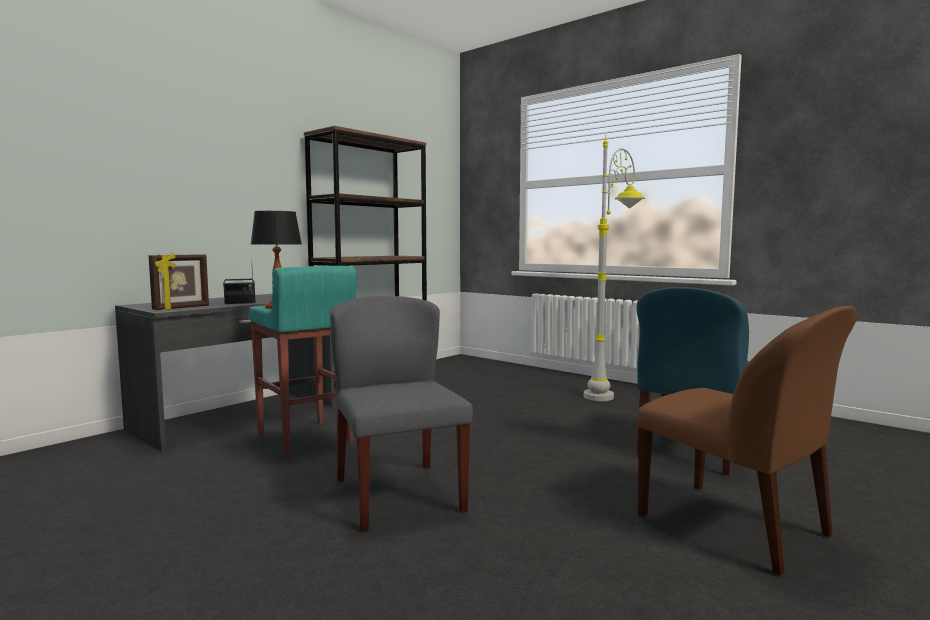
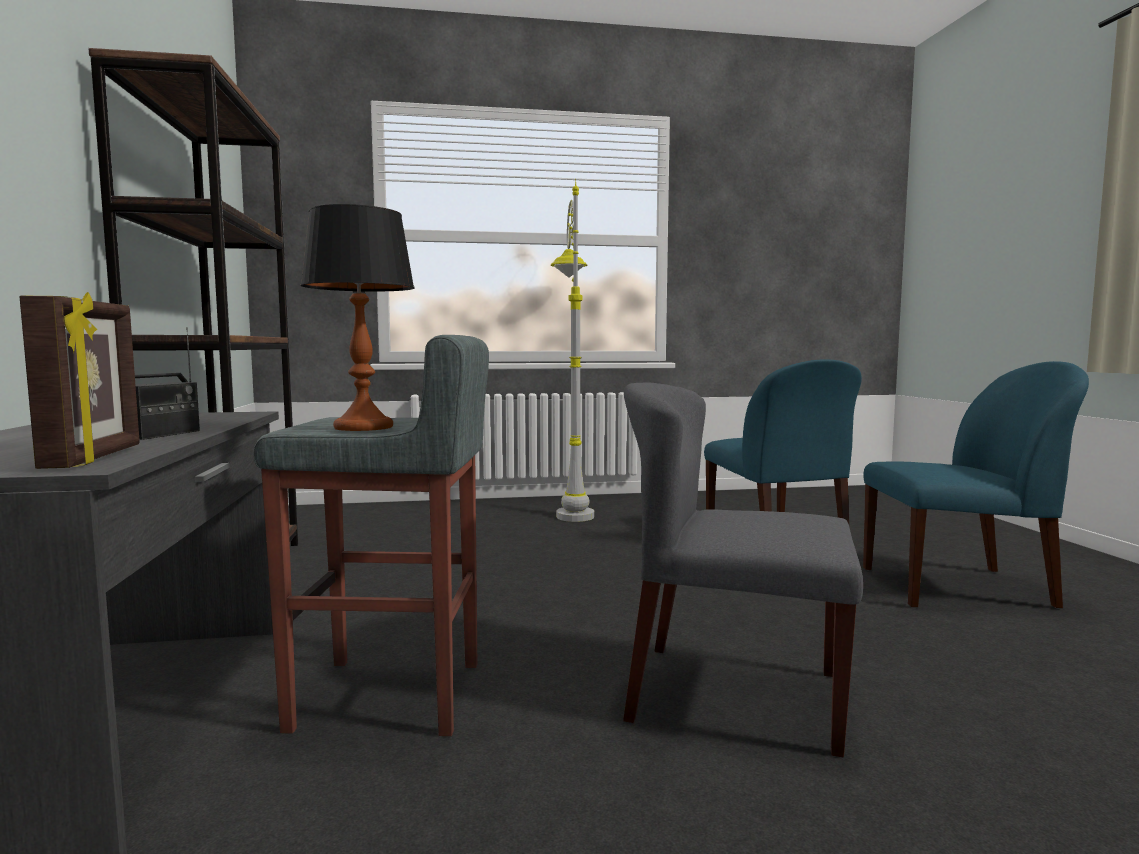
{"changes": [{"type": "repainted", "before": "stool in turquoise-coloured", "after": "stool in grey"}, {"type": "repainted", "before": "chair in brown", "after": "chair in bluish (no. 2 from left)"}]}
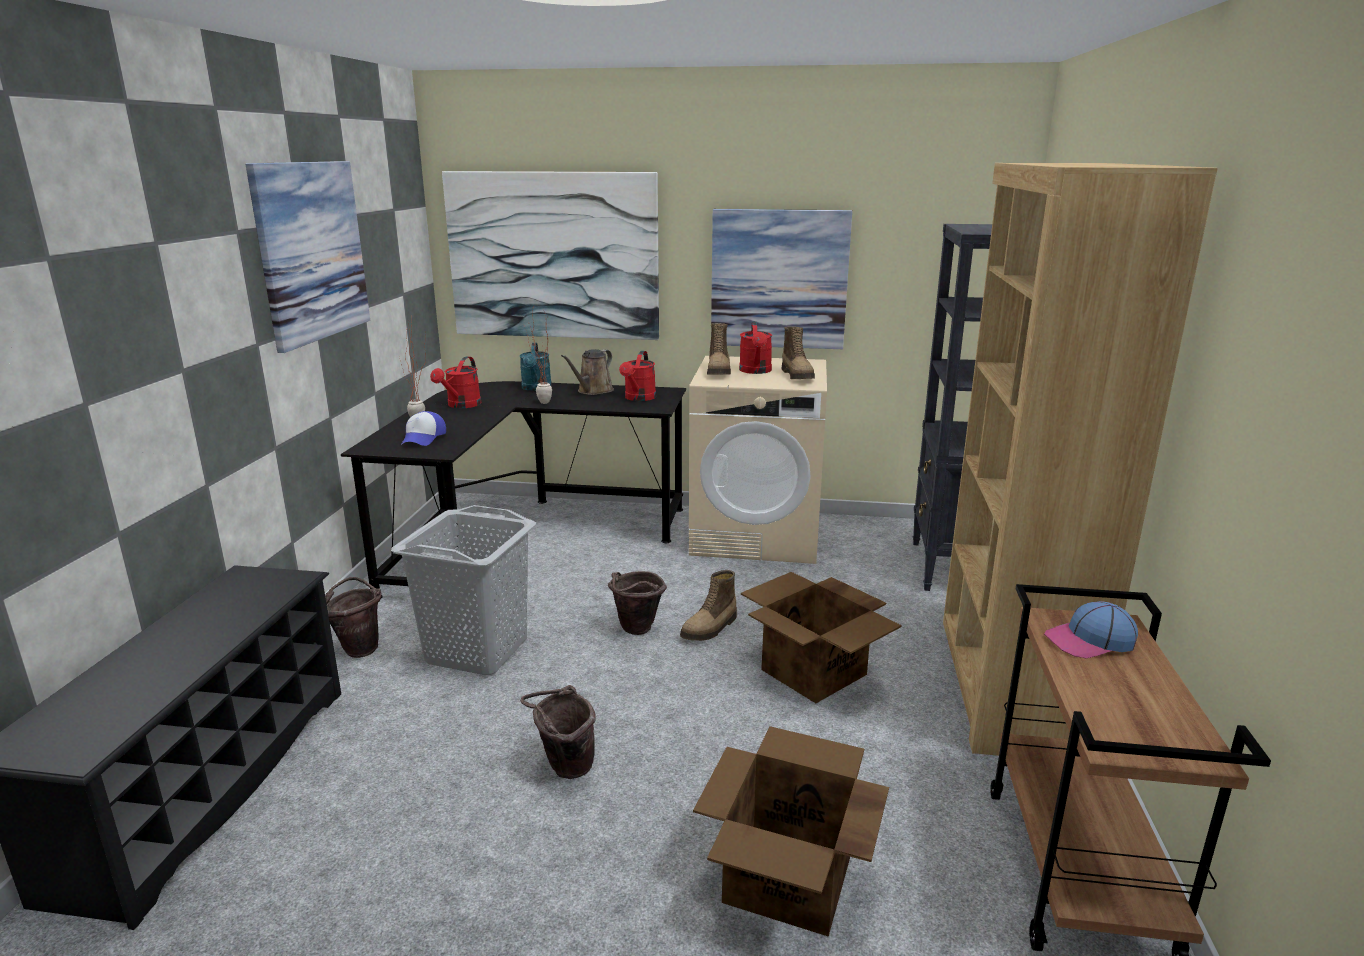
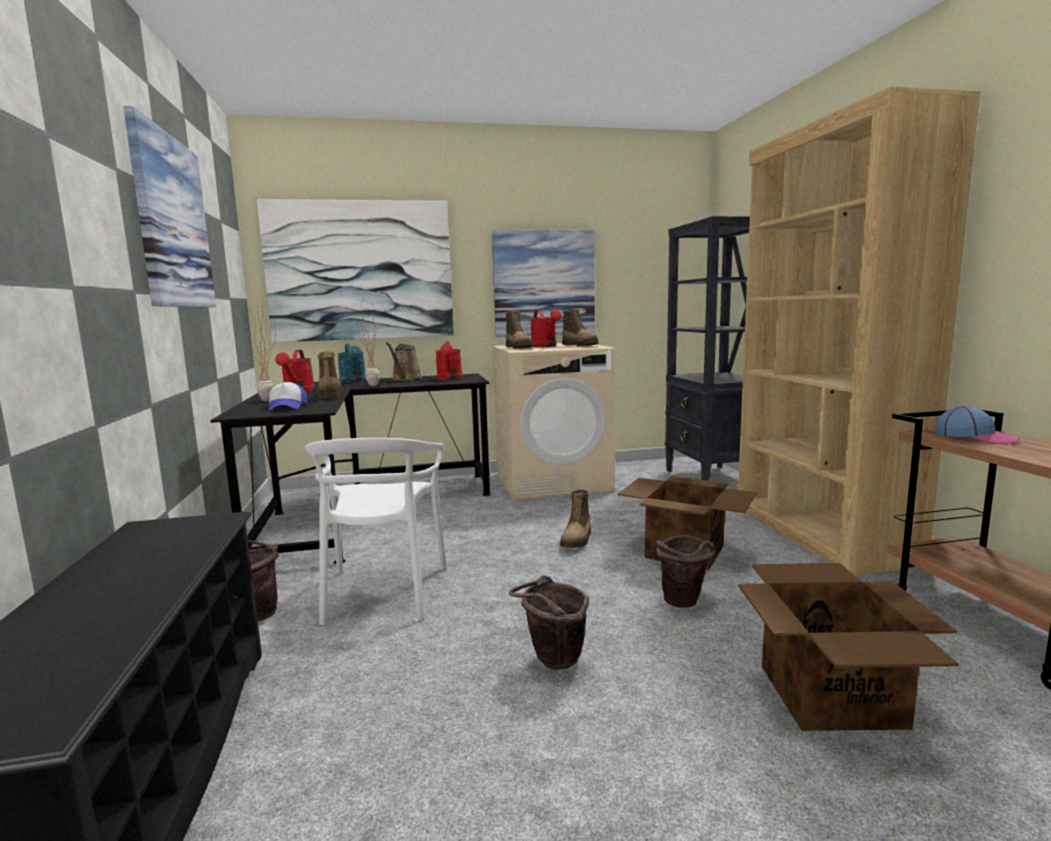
{"changes": [{"type": "swapped", "before": "hamper in grey", "after": "chair in white"}, {"type": "new", "after": "boot (no. 1 from left)"}, {"type": "shifted", "before": "water bucket in brown (no. 3 from left)"}, {"type": "rotated", "before": "peaked cap (no. 2 from left)", "turn": -105}]}
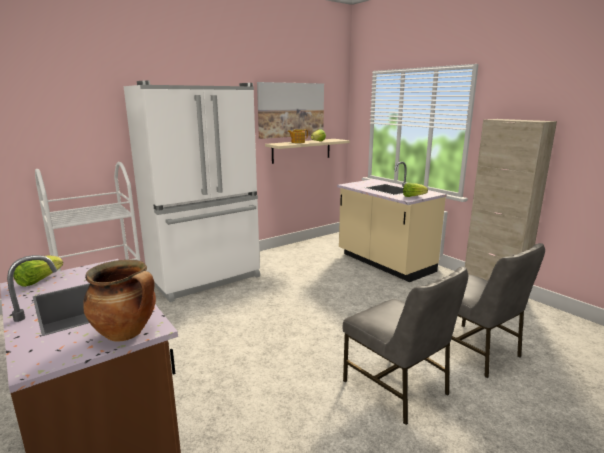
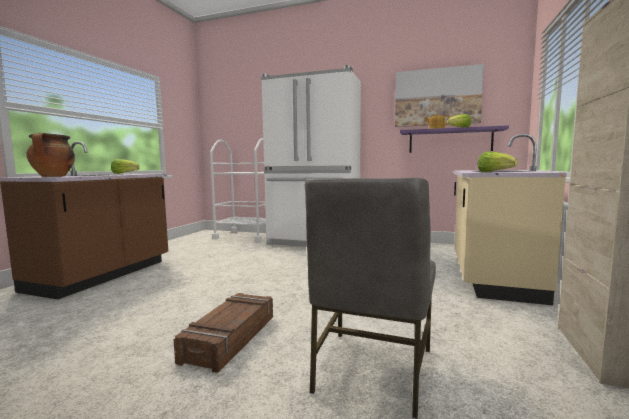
{"changes": [{"type": "swapped", "before": "chair in grey (no. 1 from left)", "after": "crate"}, {"type": "repainted", "before": "bracket shelf in sand-coloured", "after": "bracket shelf in purple"}]}
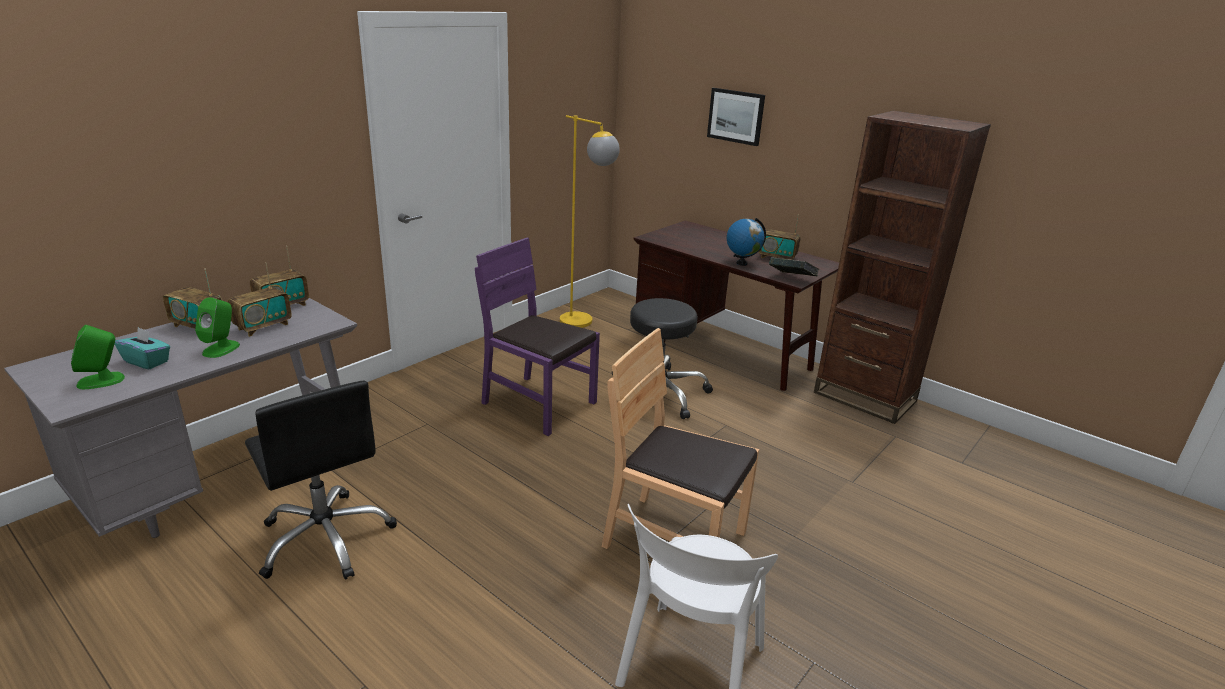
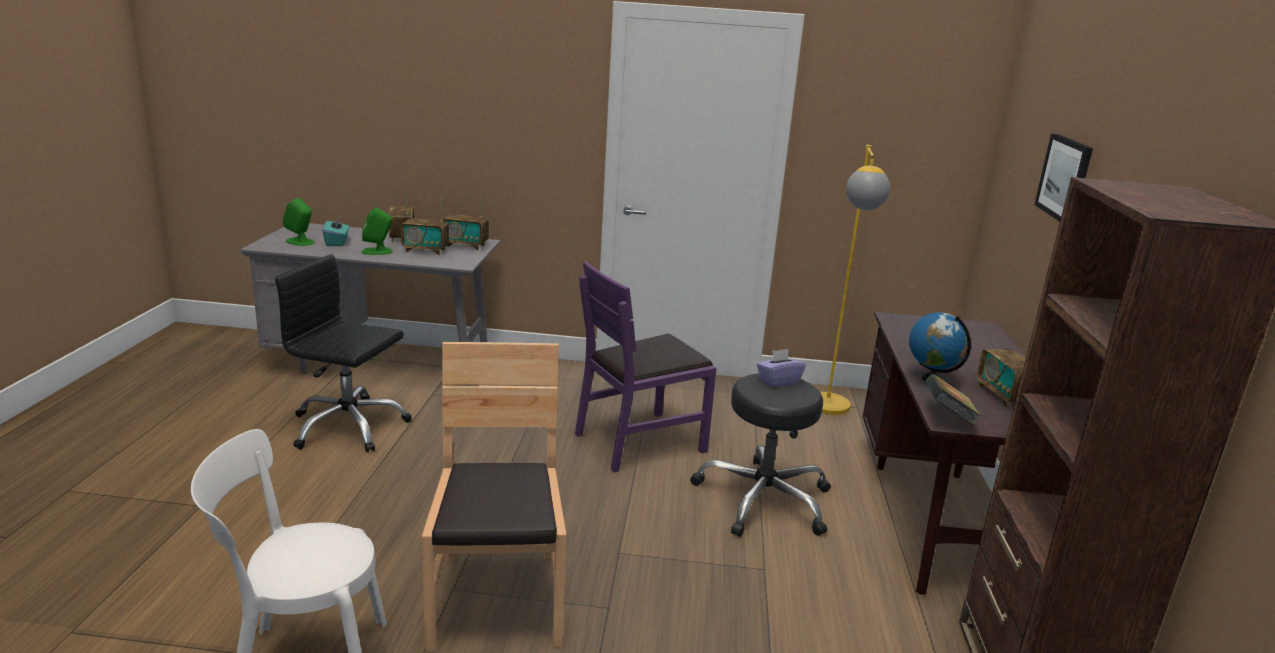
{"changes": [{"type": "rotated", "before": "office chair in black", "turn": 90}, {"type": "rotated", "before": "chair in purple", "turn": -120}, {"type": "new", "after": "tissue box in purple"}]}
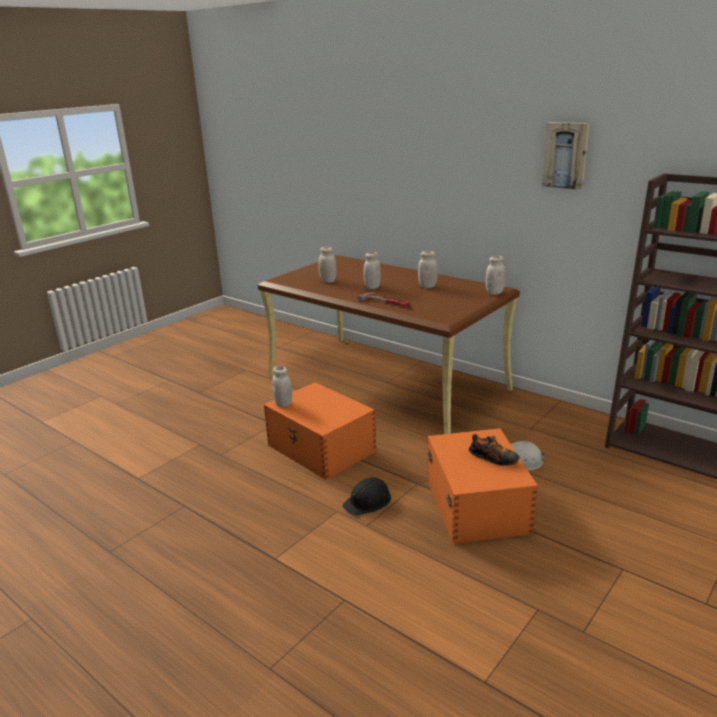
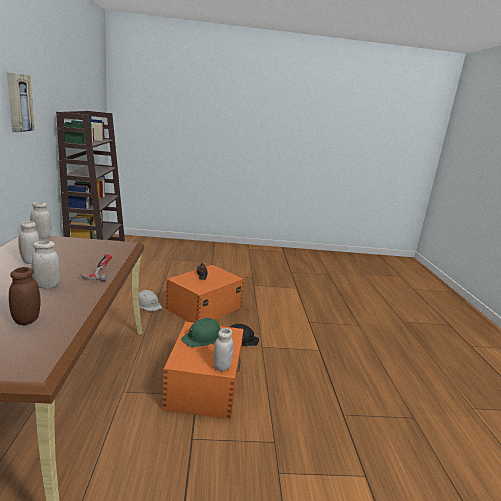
{"changes": [{"type": "repainted", "before": "jar in white (no. 2 from left)", "after": "jar in brown"}, {"type": "new", "after": "hard hat in greenish"}]}
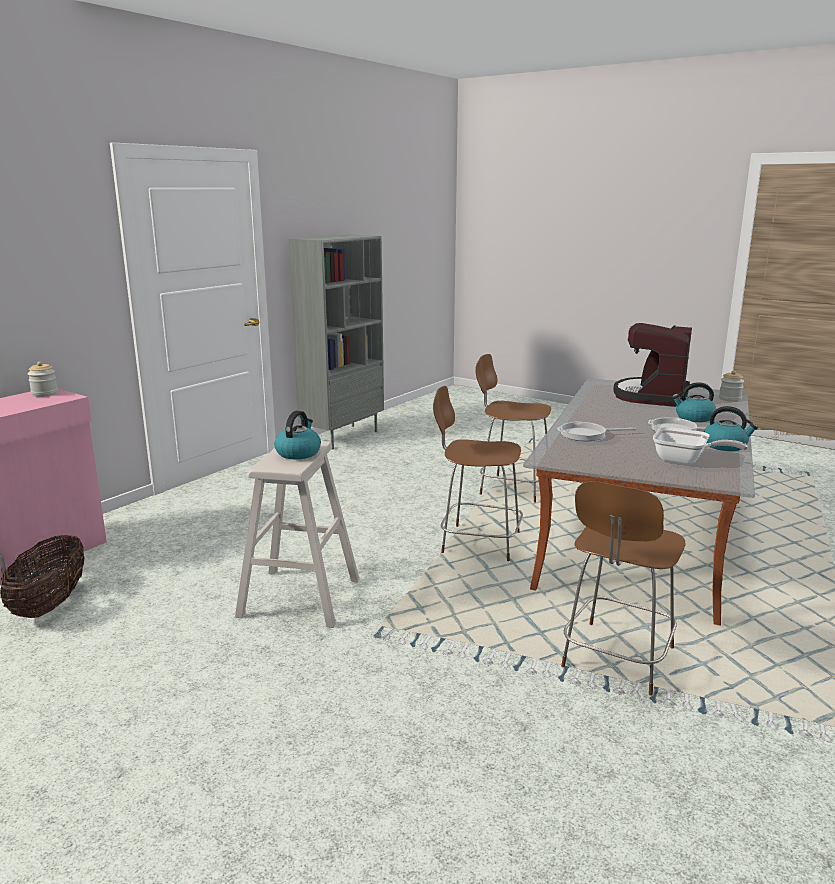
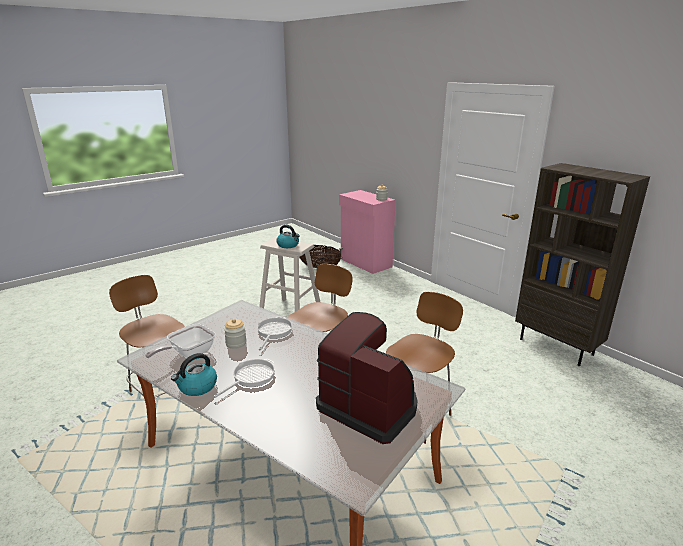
{"changes": [{"type": "shifted", "before": "jar (no. 2 from left in the first image)", "after": "jar (no. 1 from left)"}, {"type": "repainted", "before": "shelving unit in grey", "after": "shelving unit in brown"}, {"type": "gone", "before": "water kettle (no. 2 from left)"}]}
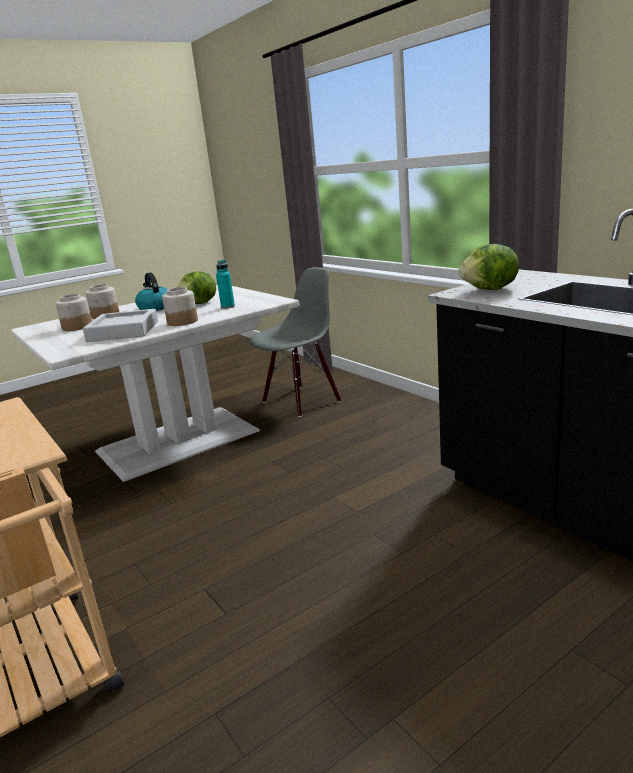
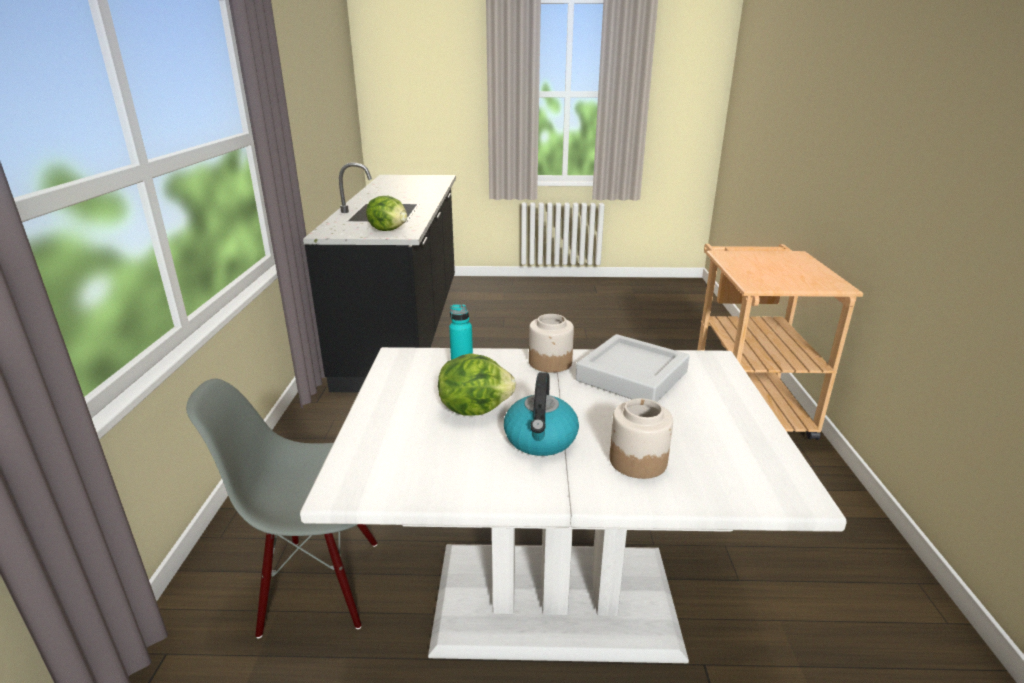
{"changes": [{"type": "gone", "before": "jar (no. 1 from left)"}]}
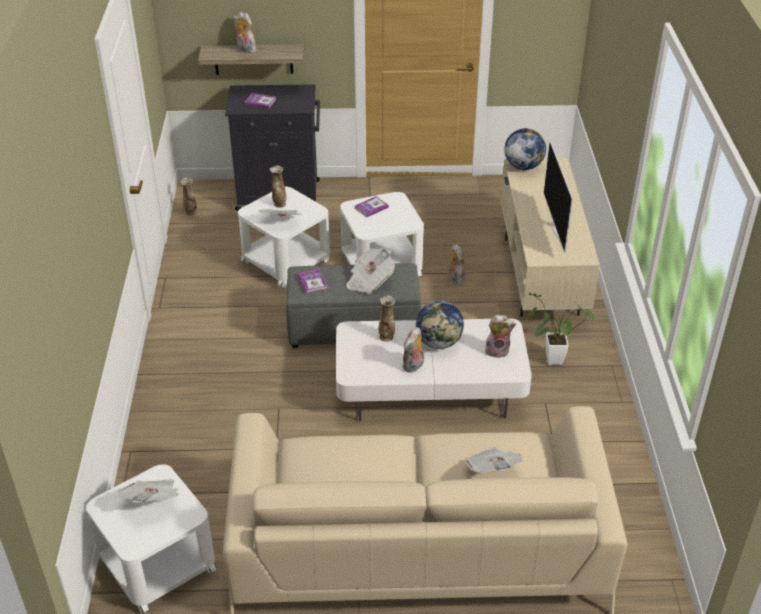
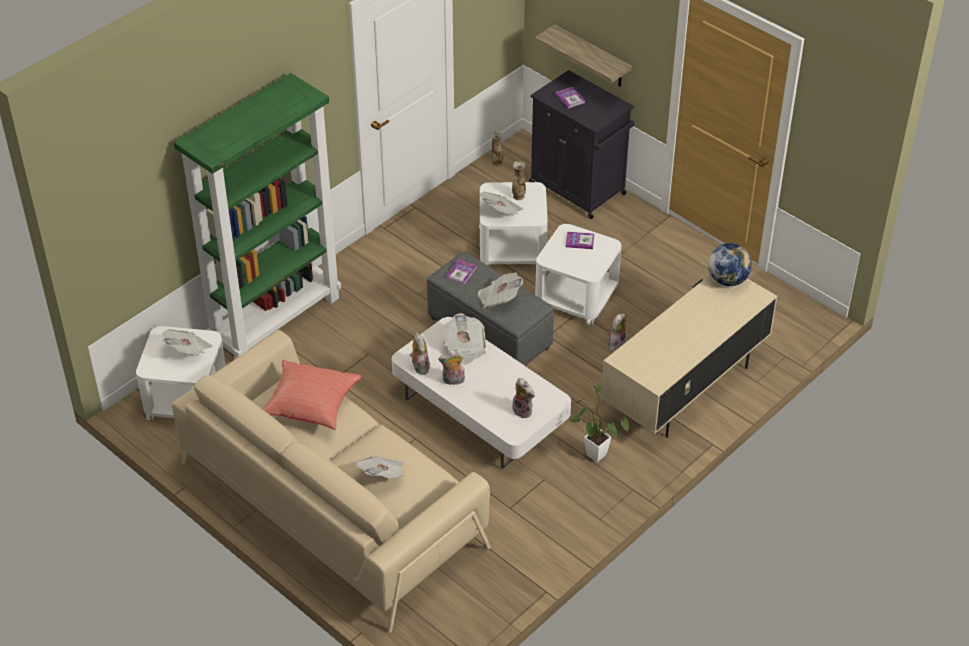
{"changes": [{"type": "new", "after": "shelving unit in greenish"}, {"type": "new", "after": "cushion in red"}, {"type": "shifted", "before": "plush toy (no. 1 from left)"}, {"type": "swapped", "before": "decorative vase (no. 3 from left)", "after": "daily paper (no. 3 from left)"}, {"type": "gone", "before": "world globe (no. 1 from left)"}, {"type": "gone", "before": "TV set"}]}
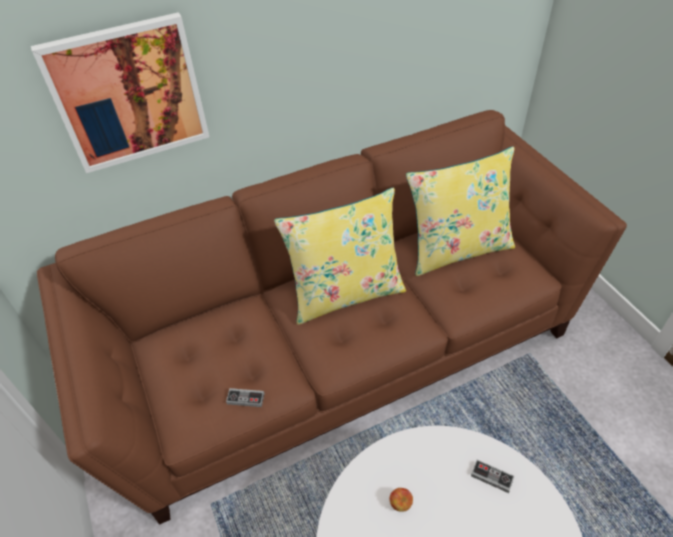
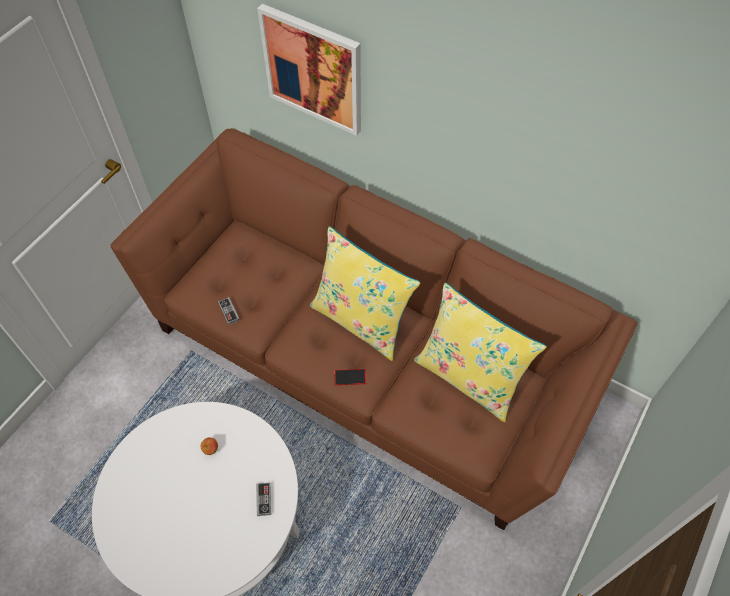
{"changes": [{"type": "new", "after": "telephone"}]}
